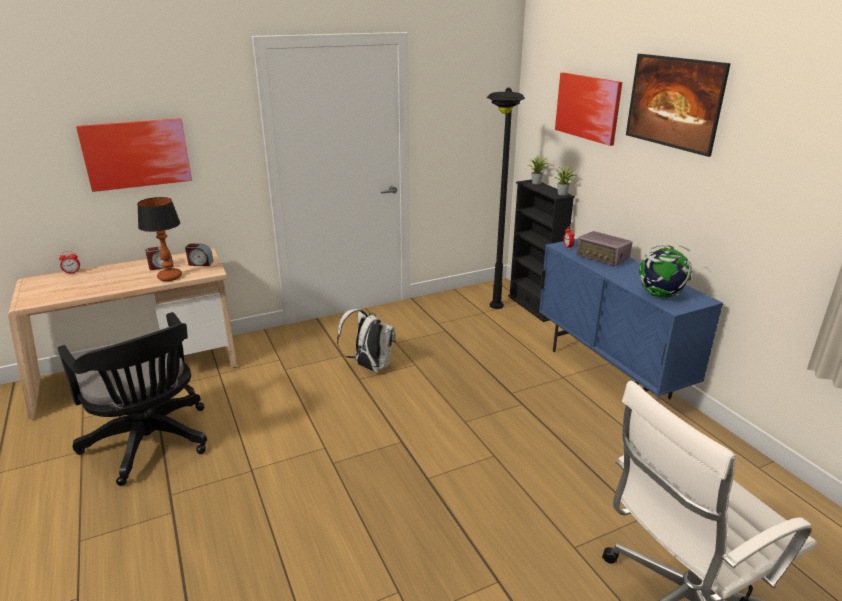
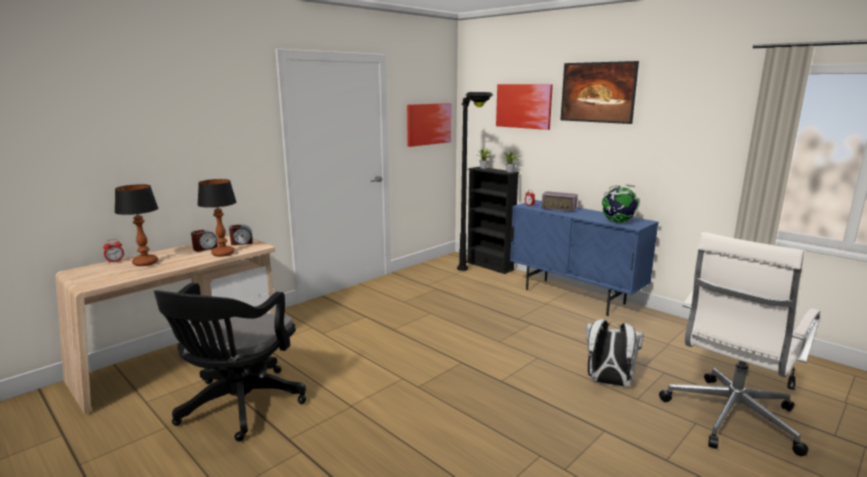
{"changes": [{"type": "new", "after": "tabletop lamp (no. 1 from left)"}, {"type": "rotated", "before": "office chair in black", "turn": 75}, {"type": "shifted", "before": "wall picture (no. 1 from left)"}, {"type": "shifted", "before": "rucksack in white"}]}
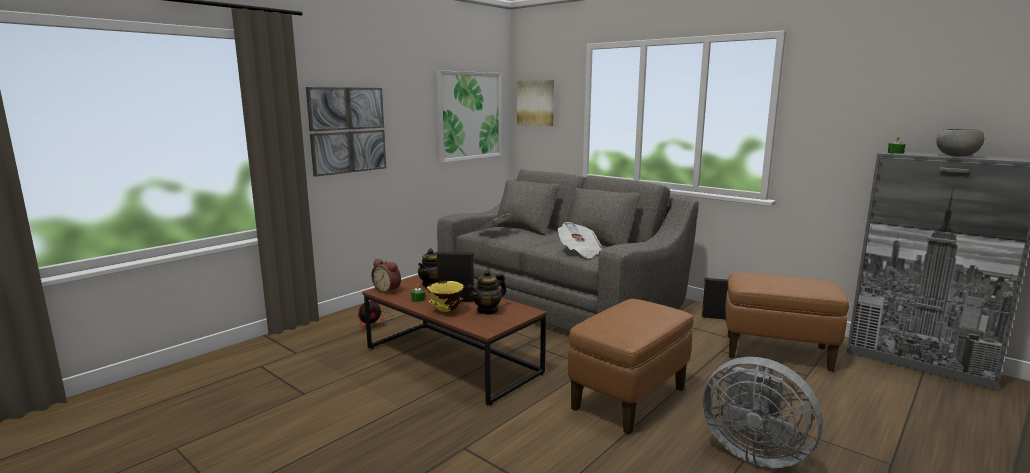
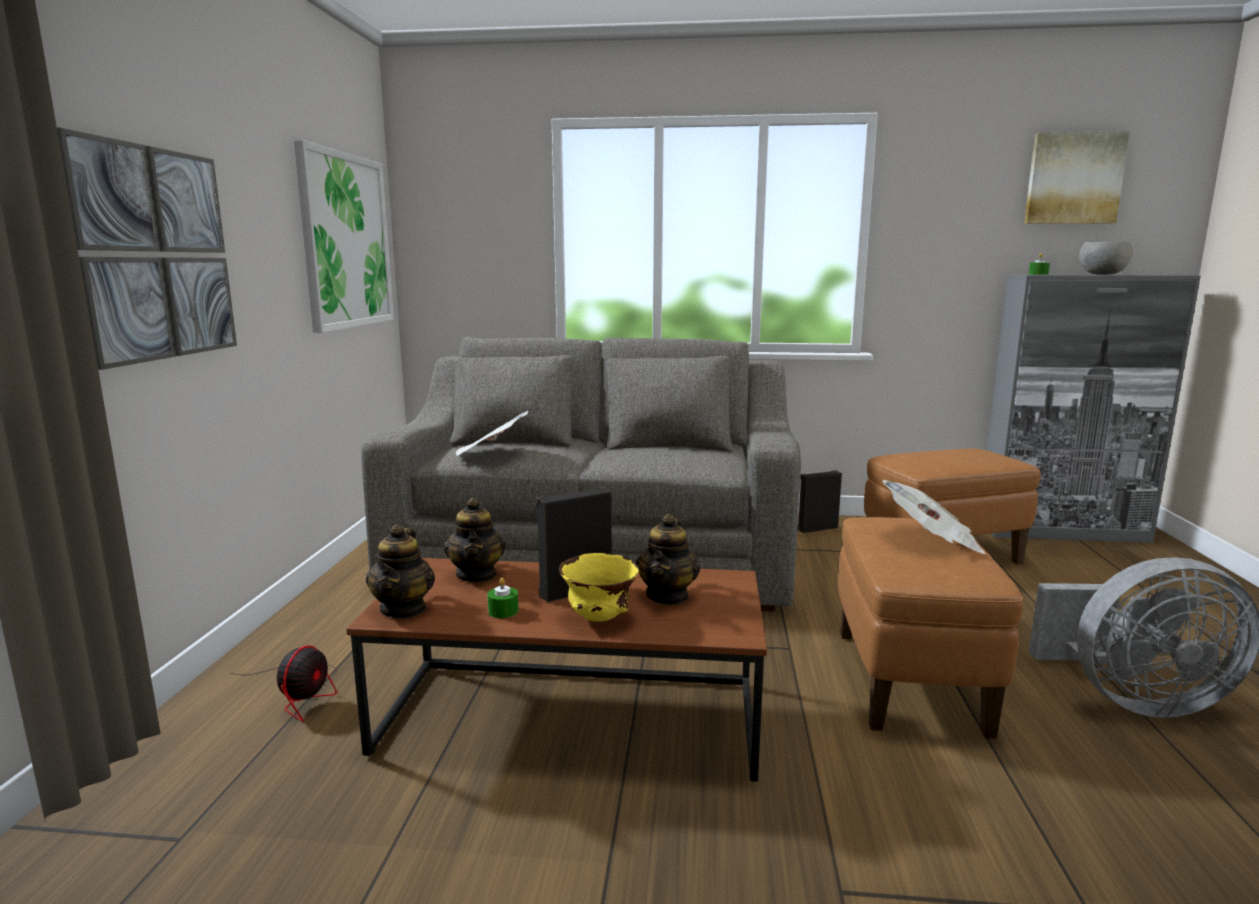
{"changes": [{"type": "swapped", "before": "table clock", "after": "pot for tea (no. 1 from left)"}, {"type": "shifted", "before": "daily paper (no. 2 from left)"}, {"type": "shifted", "before": "wall picture (no. 3 from left)"}]}
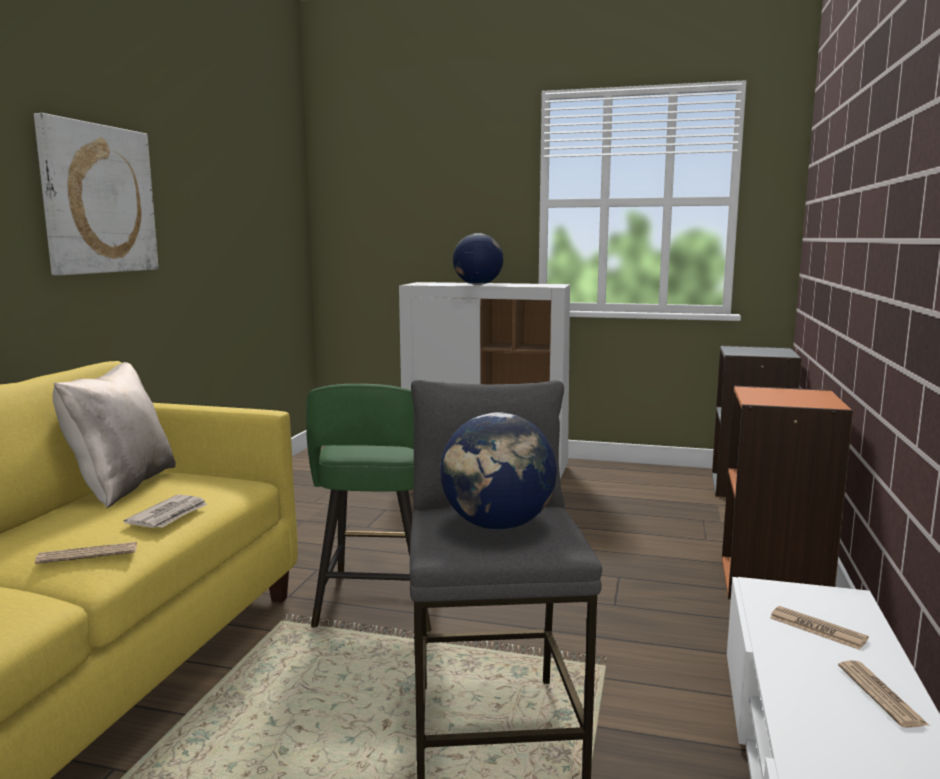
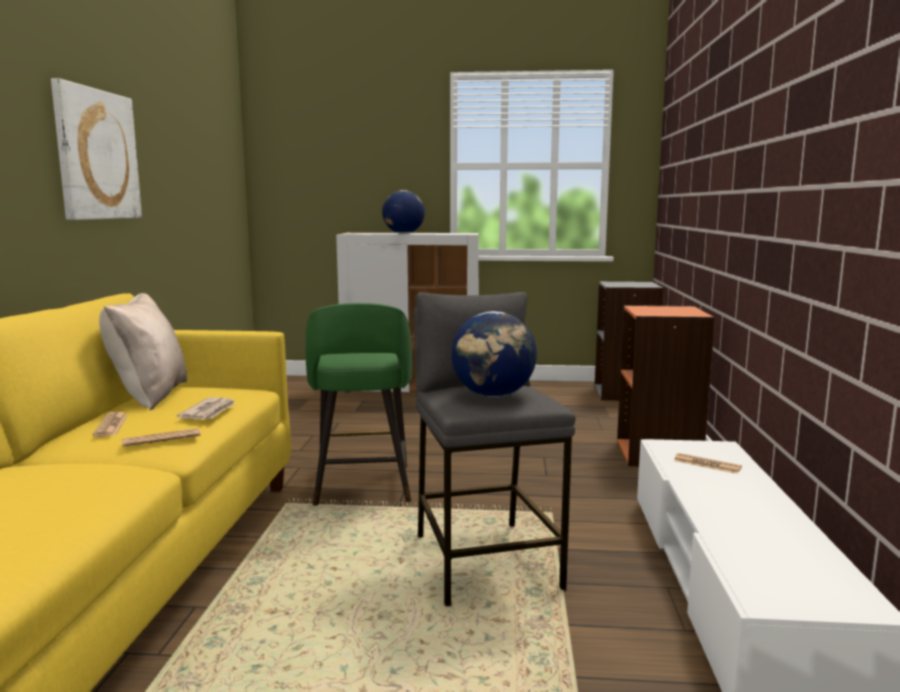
{"changes": [{"type": "shifted", "before": "daily paper (no. 4 from left in the first image)", "after": "daily paper (no. 1 from left)"}]}
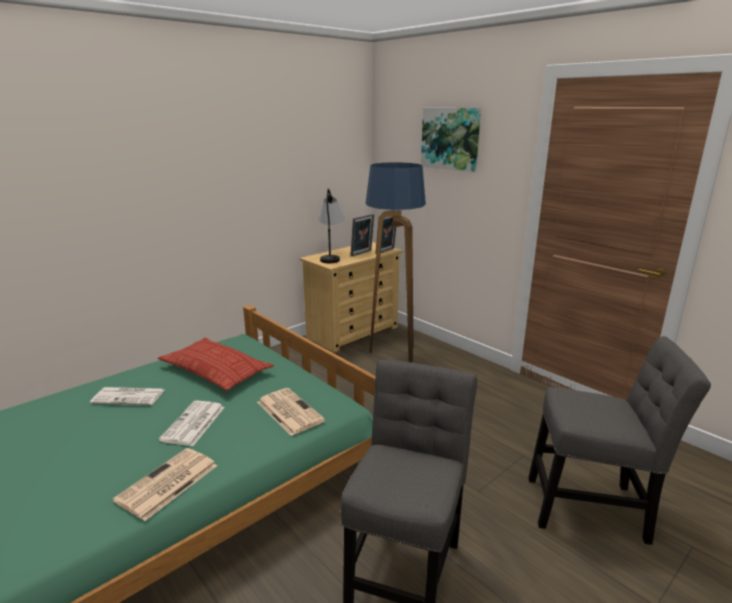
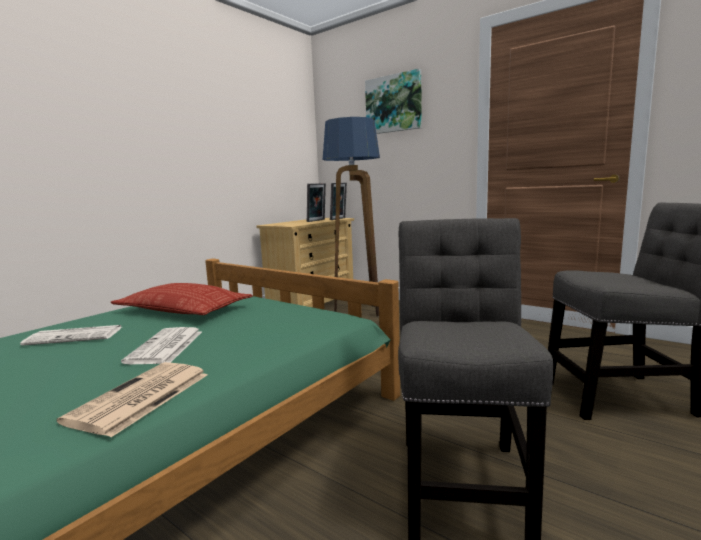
{"changes": [{"type": "gone", "before": "daily paper (no. 4 from left)"}, {"type": "gone", "before": "tabletop lamp"}]}
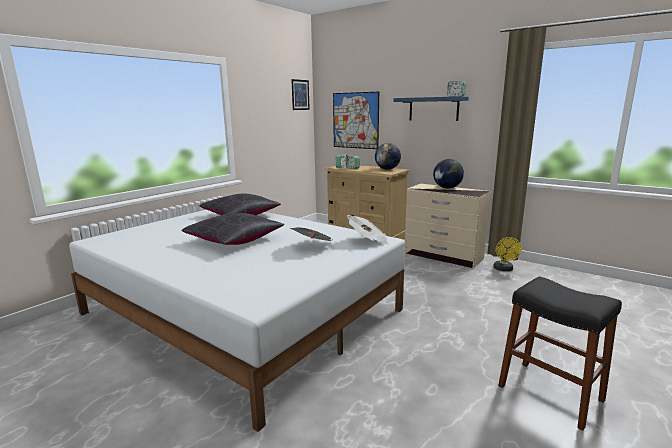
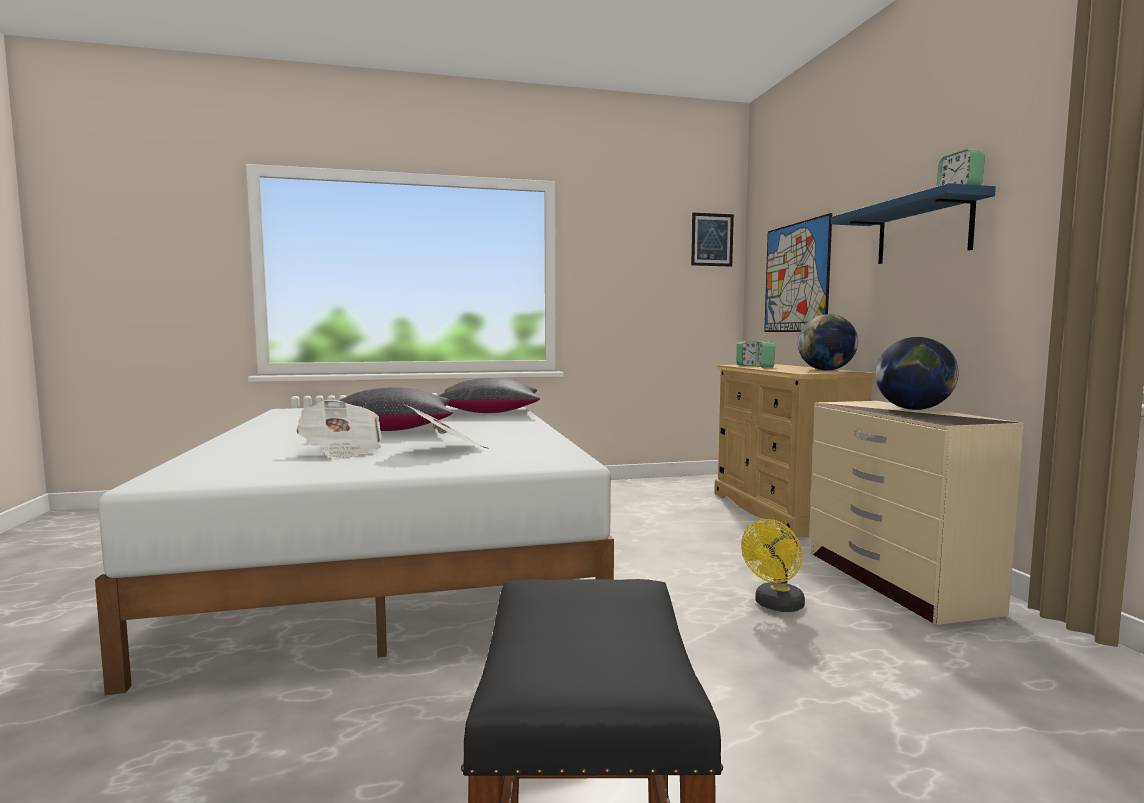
{"changes": [{"type": "shifted", "before": "daily paper (no. 2 from left in the first image)", "after": "daily paper (no. 1 from left)"}, {"type": "shifted", "before": "electric fan in yellow"}]}
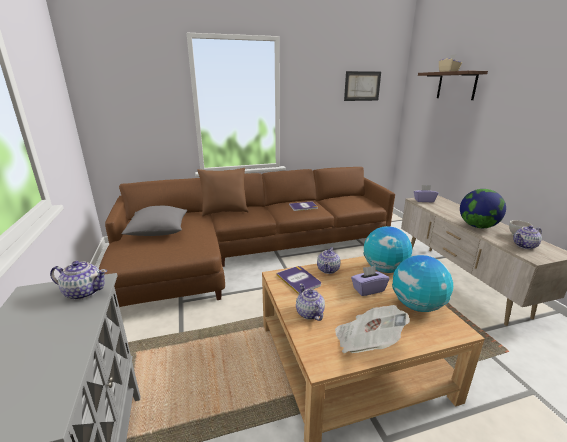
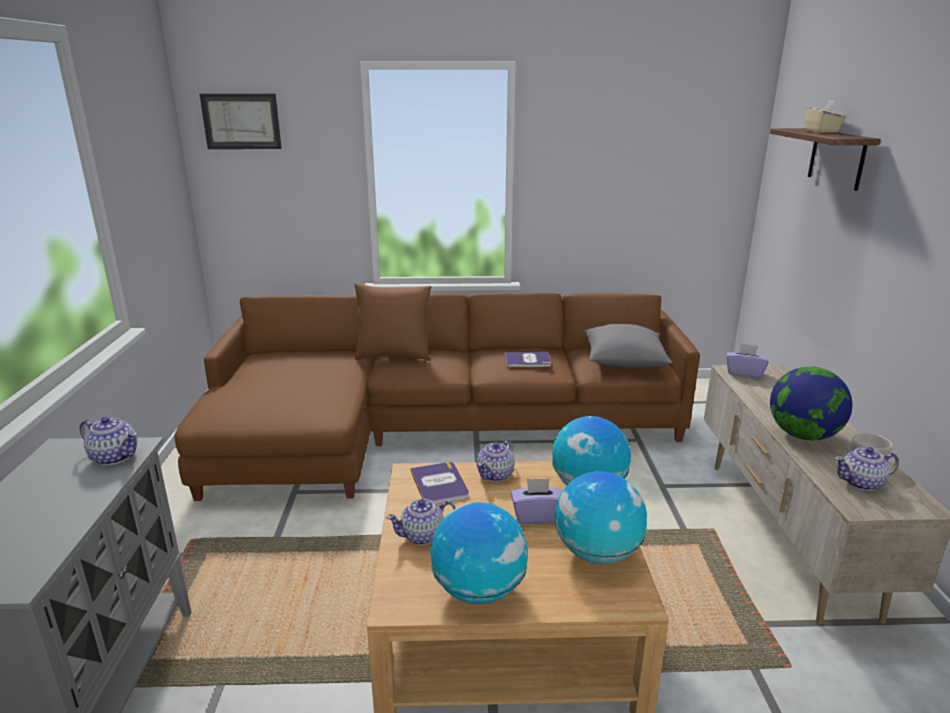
{"changes": [{"type": "shifted", "before": "wall picture"}, {"type": "rotated", "before": "pot for tea (no. 2 from left)", "turn": -105}, {"type": "swapped", "before": "daily paper", "after": "world globe (no. 1 from left)"}, {"type": "shifted", "before": "cushion in grey"}]}
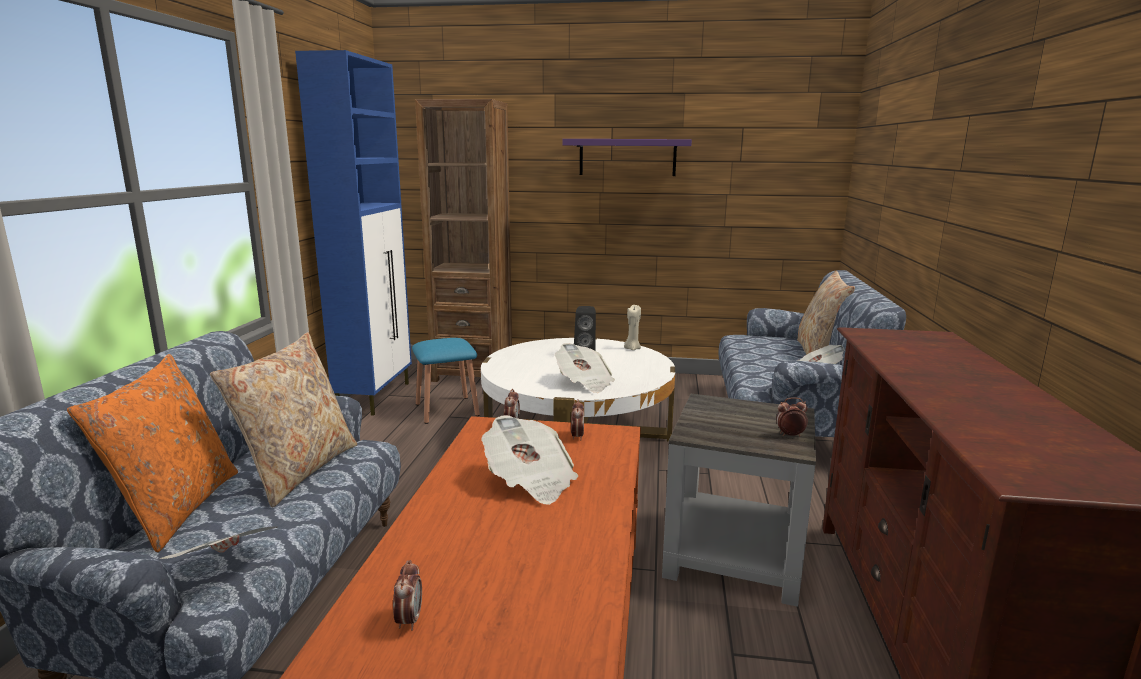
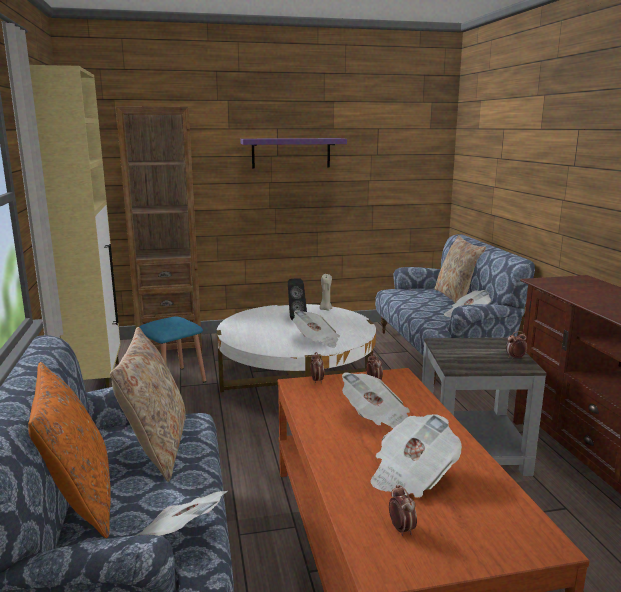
{"changes": [{"type": "repainted", "before": "storage cabinet in bluish", "after": "storage cabinet in sand-coloured"}, {"type": "new", "after": "daily paper (no. 4 from left)"}]}
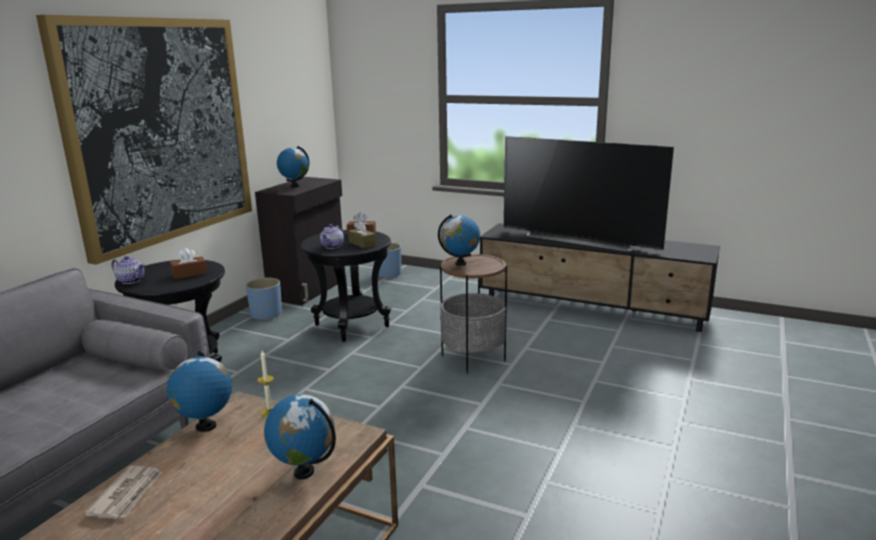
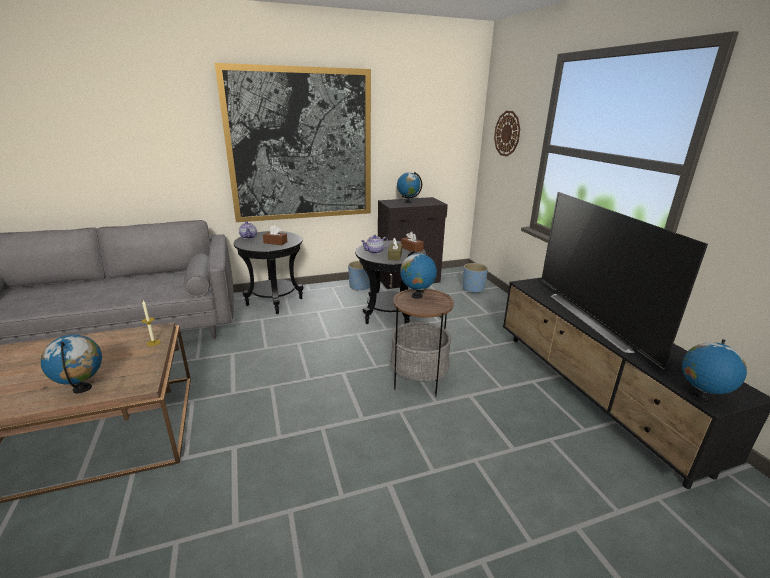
{"changes": [{"type": "new", "after": "hanging clock"}, {"type": "shifted", "before": "world globe (no. 1 from left in the first image)", "after": "world globe (no. 4 from left)"}, {"type": "gone", "before": "daily paper"}]}
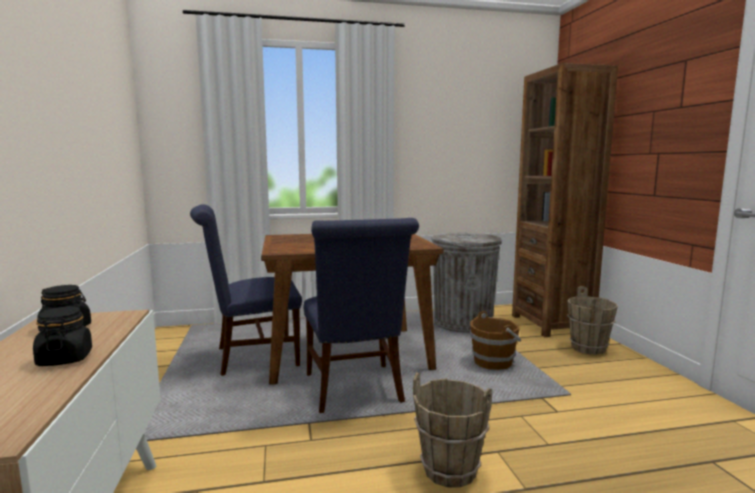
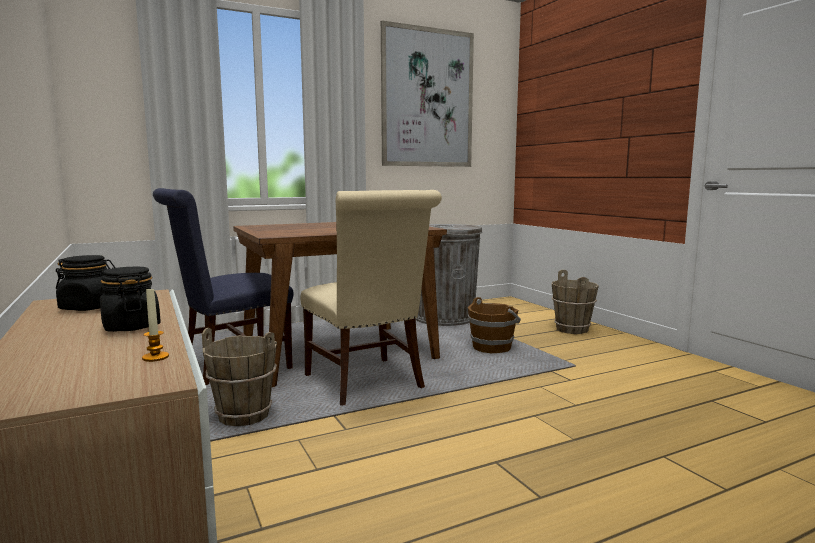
{"changes": [{"type": "new", "after": "wax candle"}, {"type": "shifted", "before": "water bucket in brown (no. 1 from left)"}, {"type": "repainted", "before": "chair in bluish (no. 2 from left)", "after": "chair in sand-coloured"}, {"type": "new", "after": "wall picture"}, {"type": "gone", "before": "shelving unit in brown"}]}
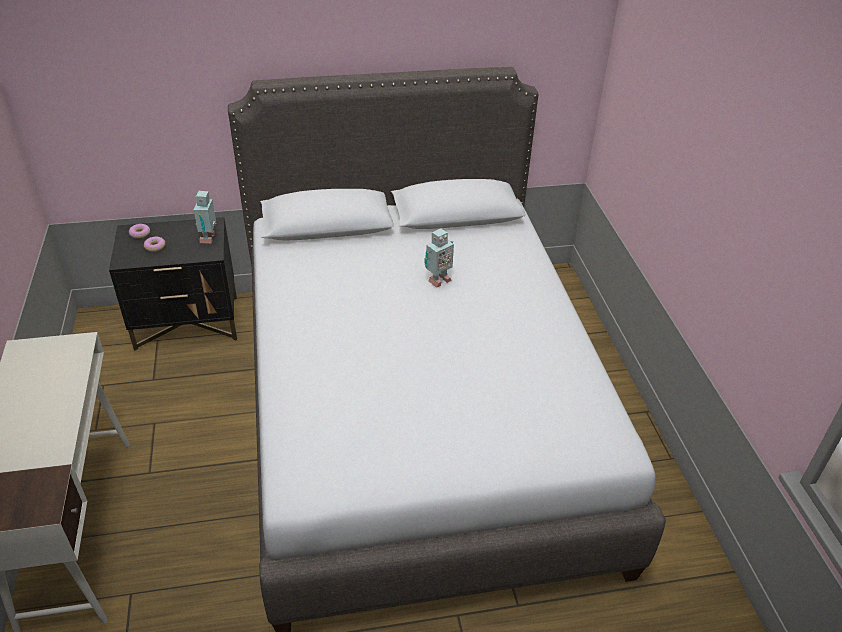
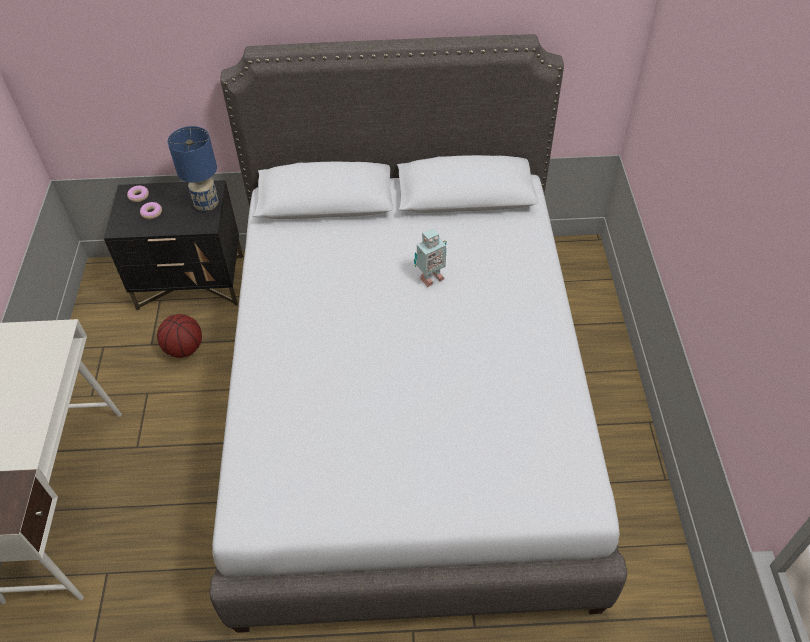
{"changes": [{"type": "new", "after": "basketball"}, {"type": "swapped", "before": "robot figure (no. 1 from left)", "after": "tabletop lamp in bluish"}]}
